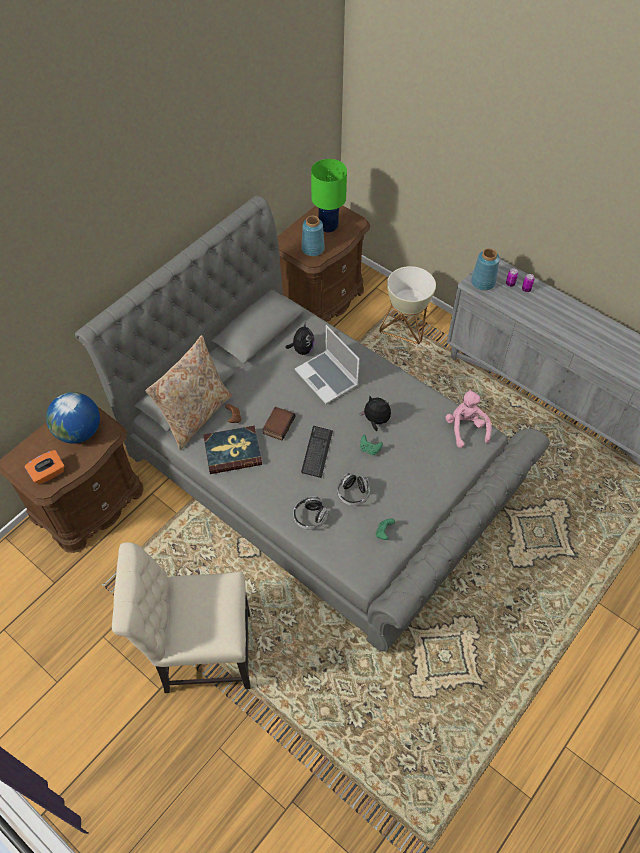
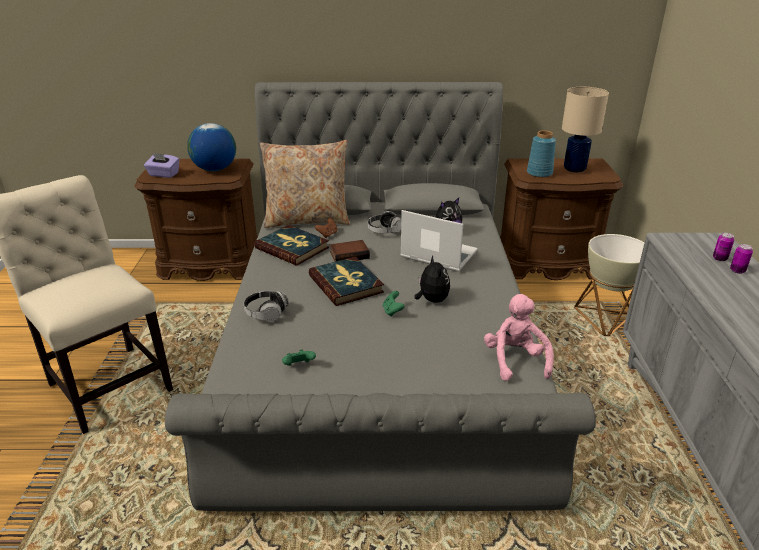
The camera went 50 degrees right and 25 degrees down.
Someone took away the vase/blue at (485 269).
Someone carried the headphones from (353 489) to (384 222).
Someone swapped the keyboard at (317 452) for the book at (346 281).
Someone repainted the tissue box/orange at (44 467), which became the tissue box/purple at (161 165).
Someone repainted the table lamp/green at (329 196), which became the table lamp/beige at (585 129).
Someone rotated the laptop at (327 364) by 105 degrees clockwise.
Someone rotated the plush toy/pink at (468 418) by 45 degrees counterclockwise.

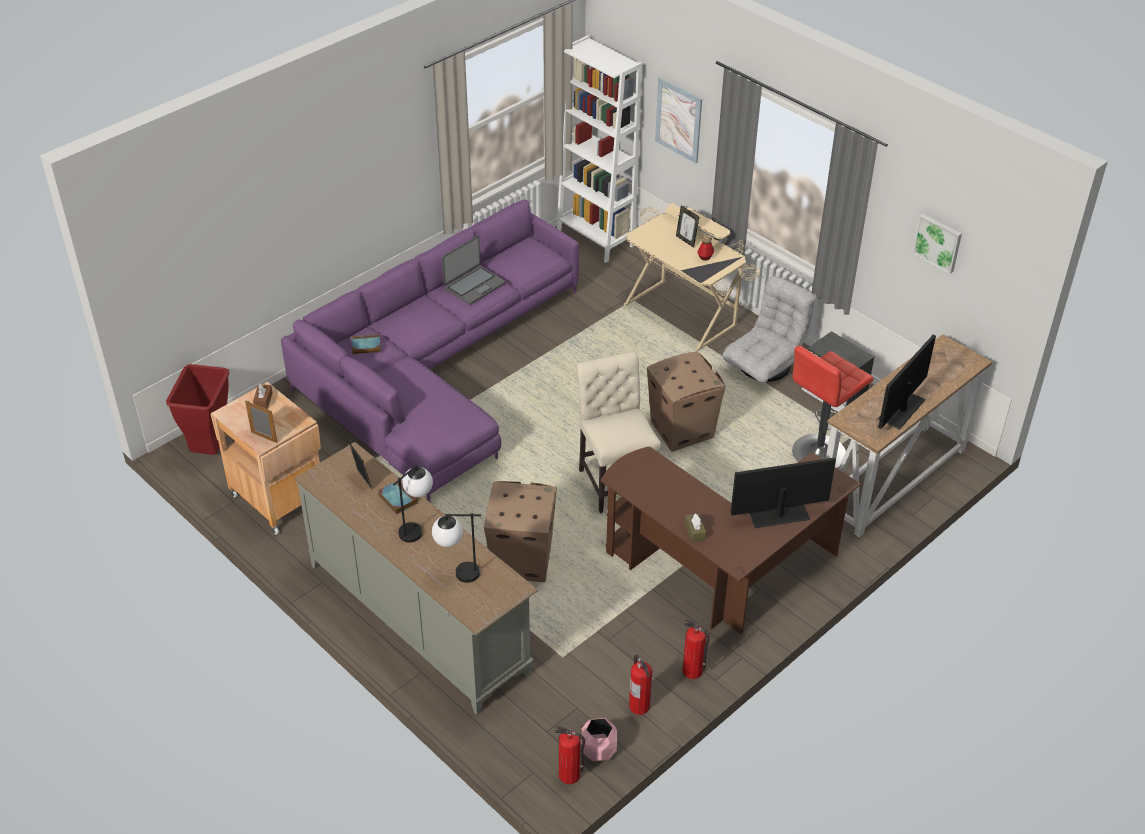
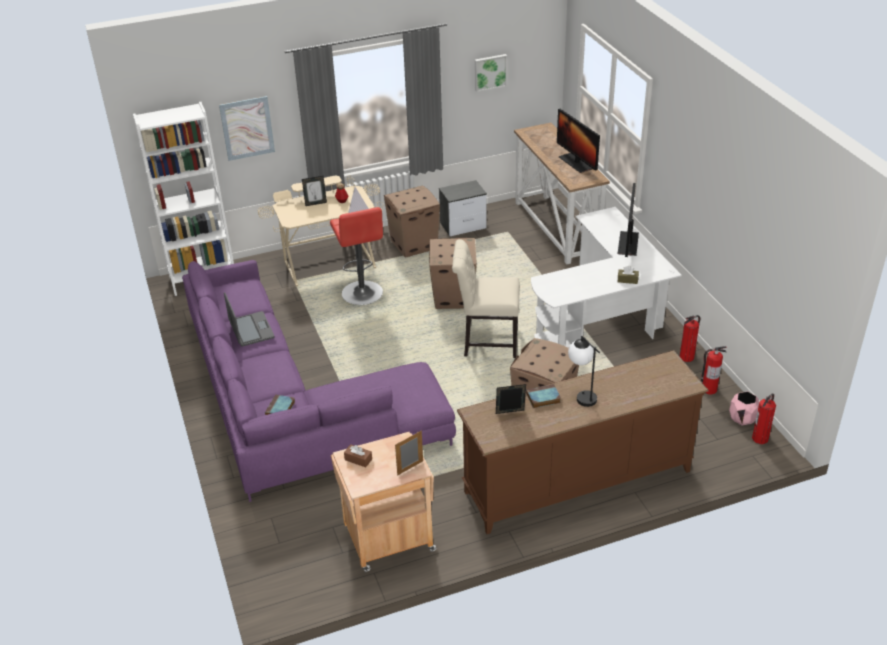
The camera went 65 degrees left and 5 degrees down.
Someone took away the trash can/red at (197 409).
Someone took away the table lamp at (456 548).
Someone carried the stool/red from (832 407) to (356 256).
Someone swapped the armchair/grey at (769 329) for the cardboard box at (412 221).
Someone repainted the cabinet/grey at (416 578), which became the cabinet/brown at (583 442).
Someone repainted the desk/brown at (731 540), which became the desk/white at (606 277).

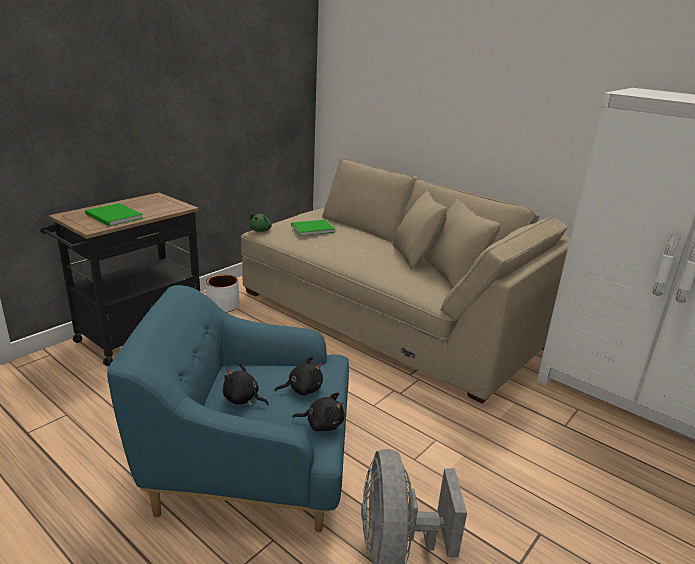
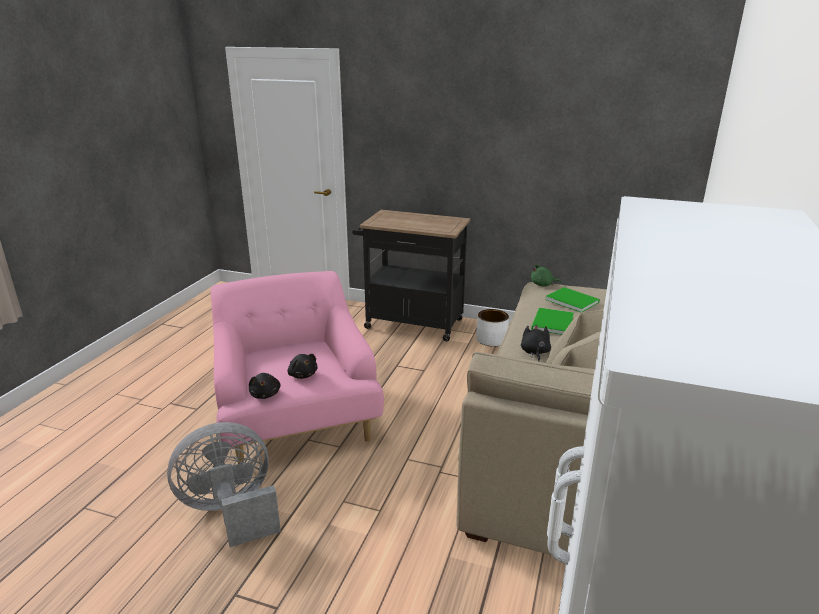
The camera went 70 degrees right and 0 degrees up.
Someone carried the book/green from (114 214) to (552 321).
Someone carried the plush toy/black from (246 384) to (536 343).
Someone repainted the armchair/blue at (228 409), which became the armchair/pink at (297 367).

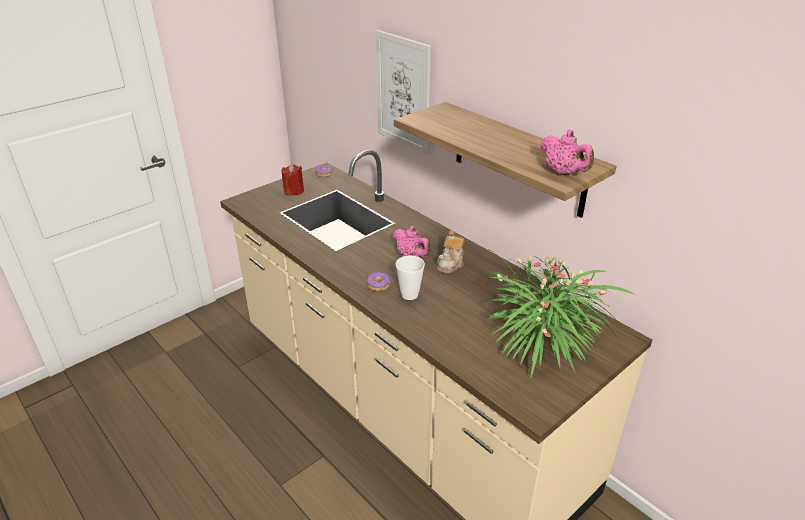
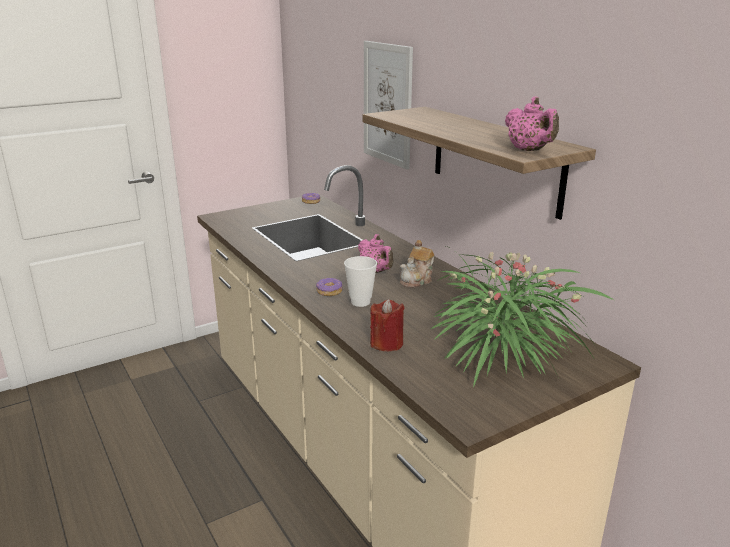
The camera went 10 degrees right and 10 degrees down.
Someone carried the candle/red from (292 180) to (387 325).

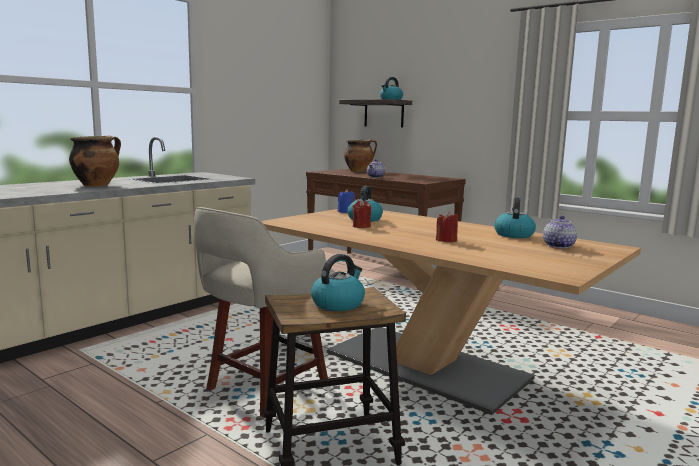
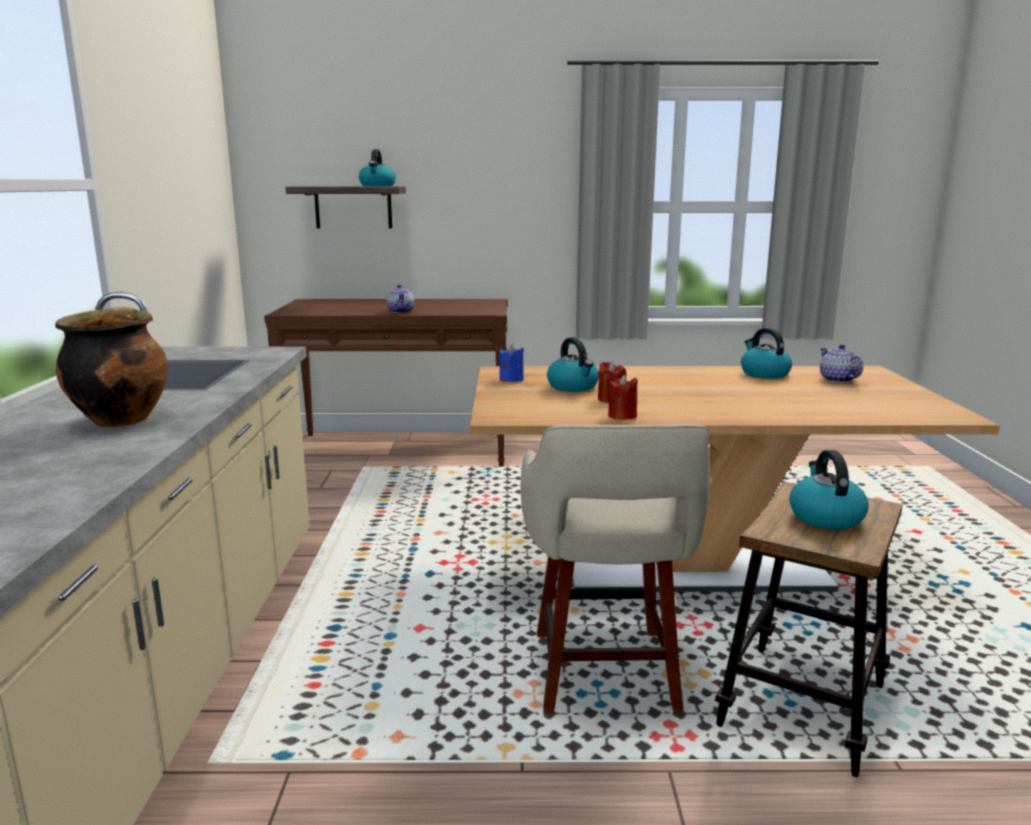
The camera went 40 degrees left and 5 degrees up.
Someone took away the cooking pot at (360 155).
Someone carried the candle/red from (447 226) to (623 397).

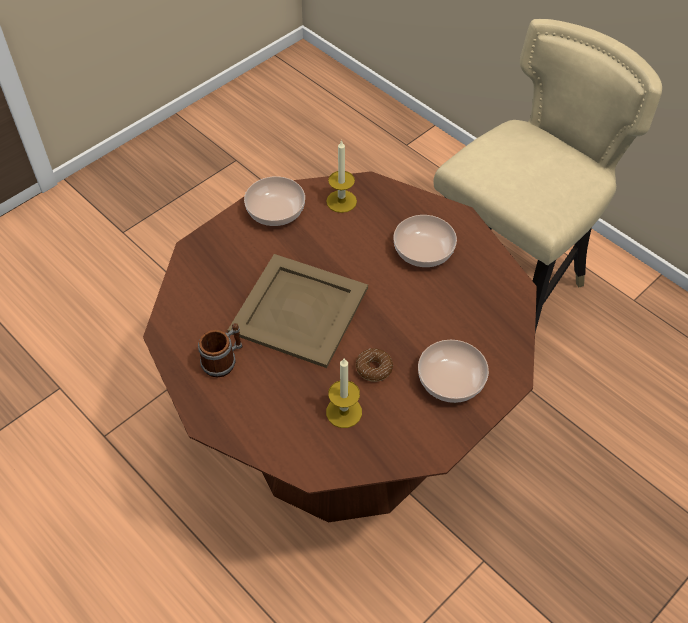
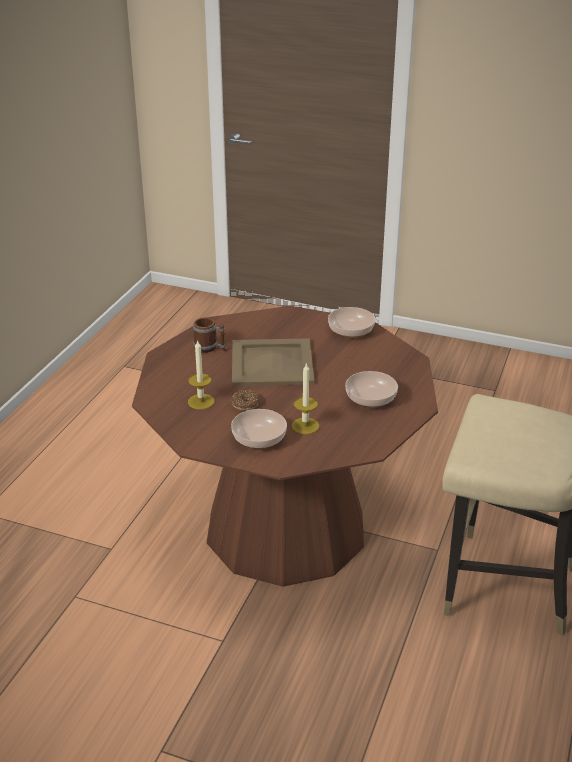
The camera went 65 degrees right and 20 degrees down.
Someone carried the candle from (341 176) to (305 399).

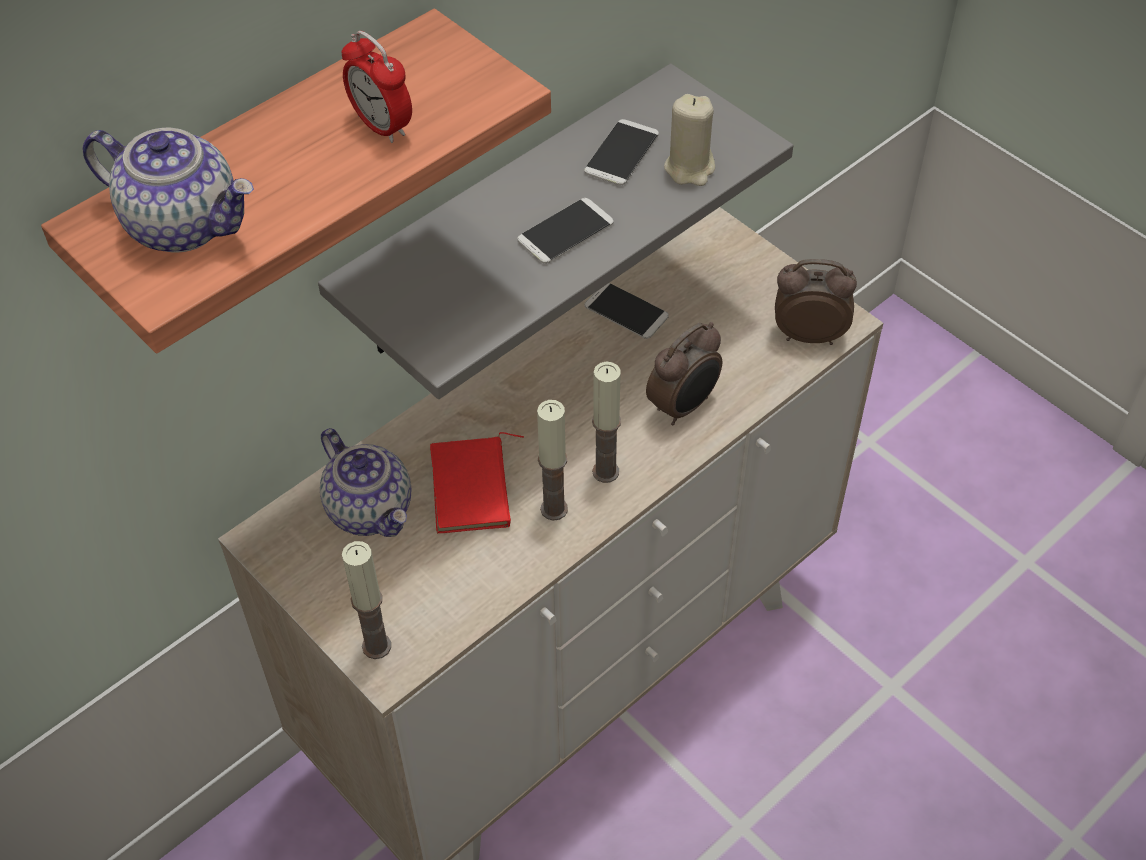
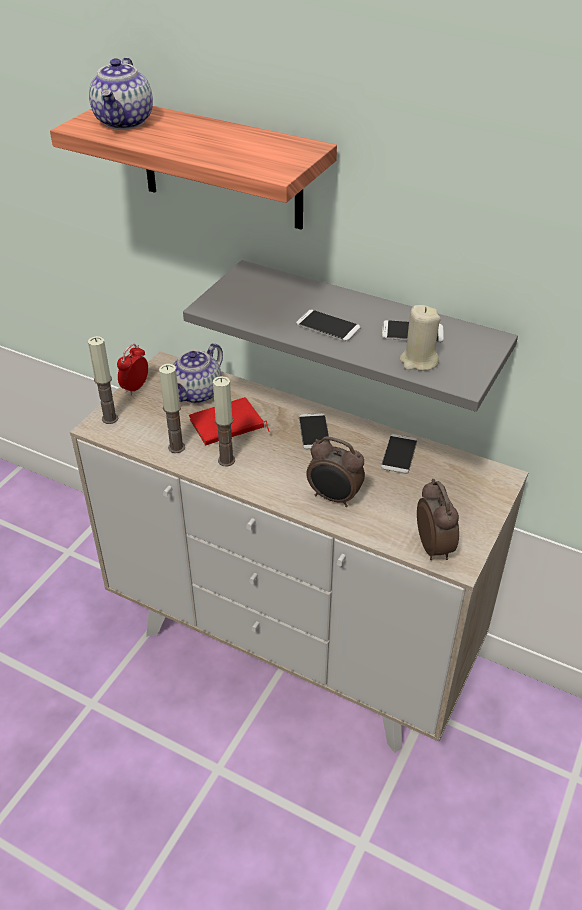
The camera went 70 degrees right and 10 degrees down.
Someone put down the phone at (314 431).
Someone carried the alarm clock from (377 87) to (132 369).
Someone carried the candle from (606 422) to (172 408).

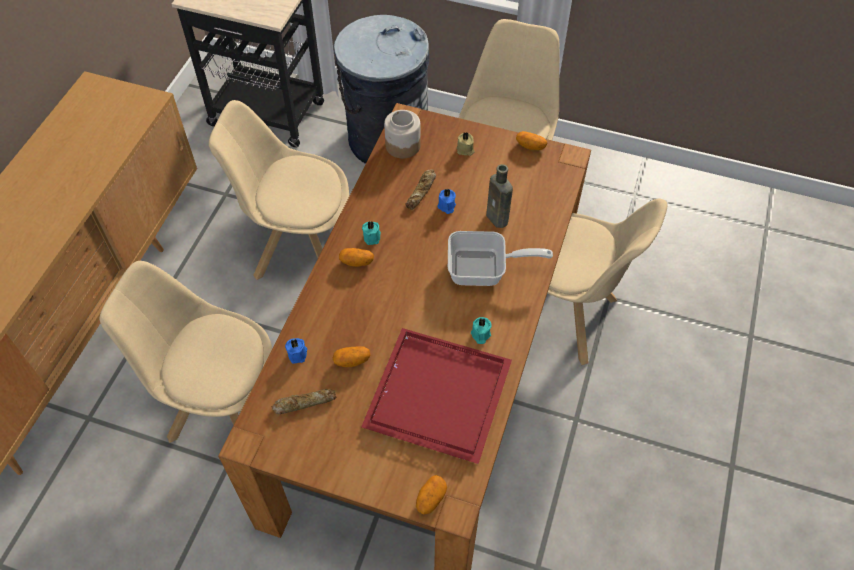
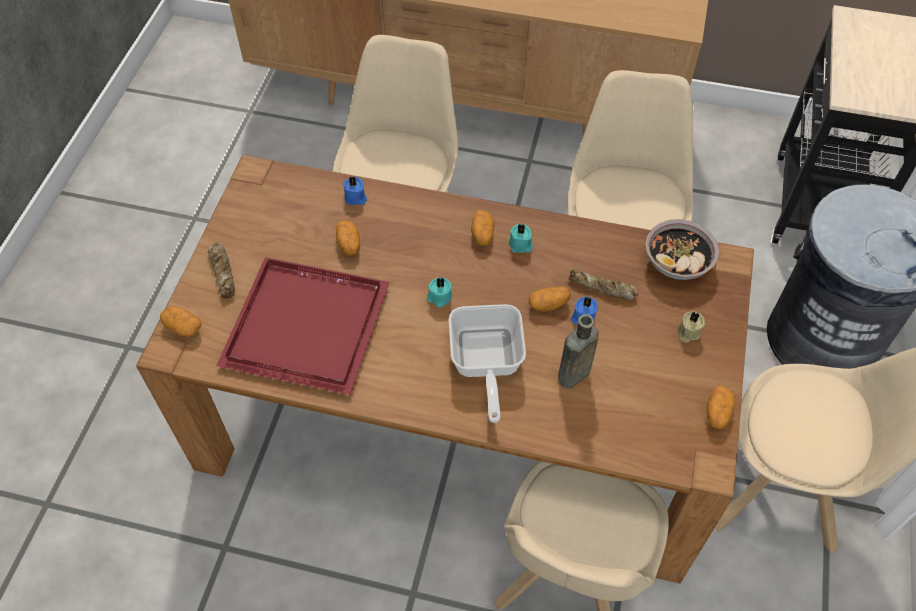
The camera went 85 degrees right and 0 degrees up.
Someone put down the potato at (550 298).
Someone carried the bread from (304 401) to (221 270).
Someone carried the candle/turquoise from (481 330) to (439 292).
Someone swapped the jar at (402 134) for the bowl at (682 249).

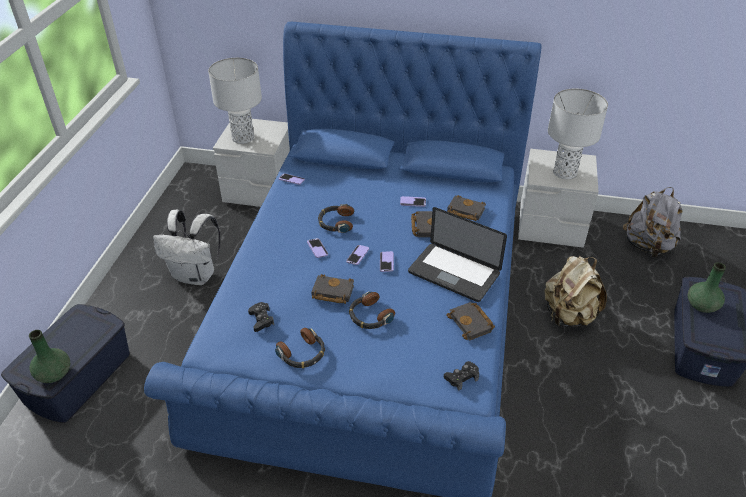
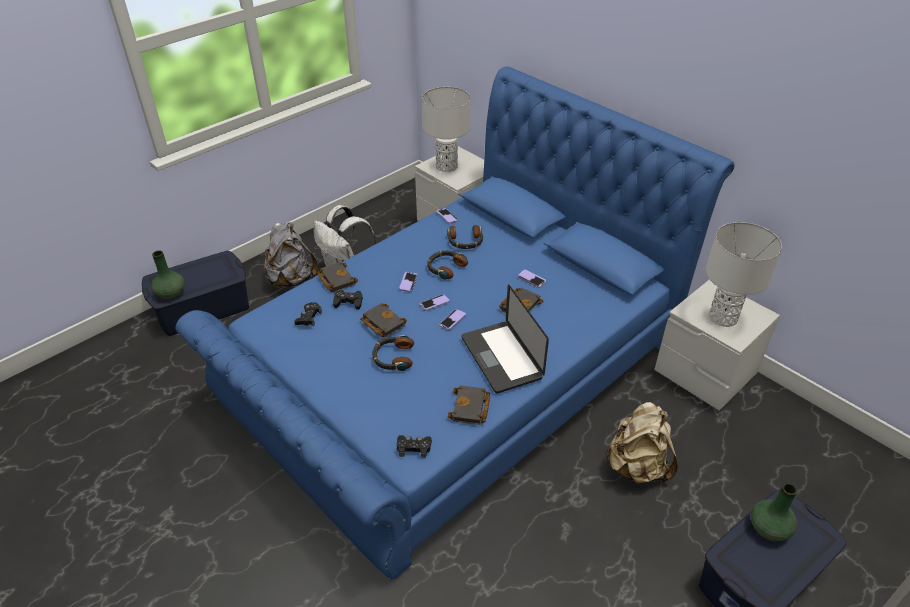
The camera went 35 degrees right and 0 degrees up.
Someone put down the game controller/black at (348 300).
Someone carried the headphones from (300 348) to (465 237).
Someone carried the book/black from (466 208) to (337 277).
Someone carried the backpack/grey from (652 222) to (291 254).

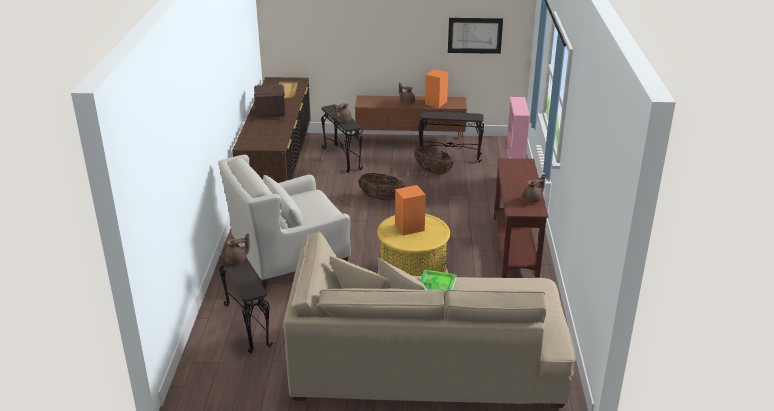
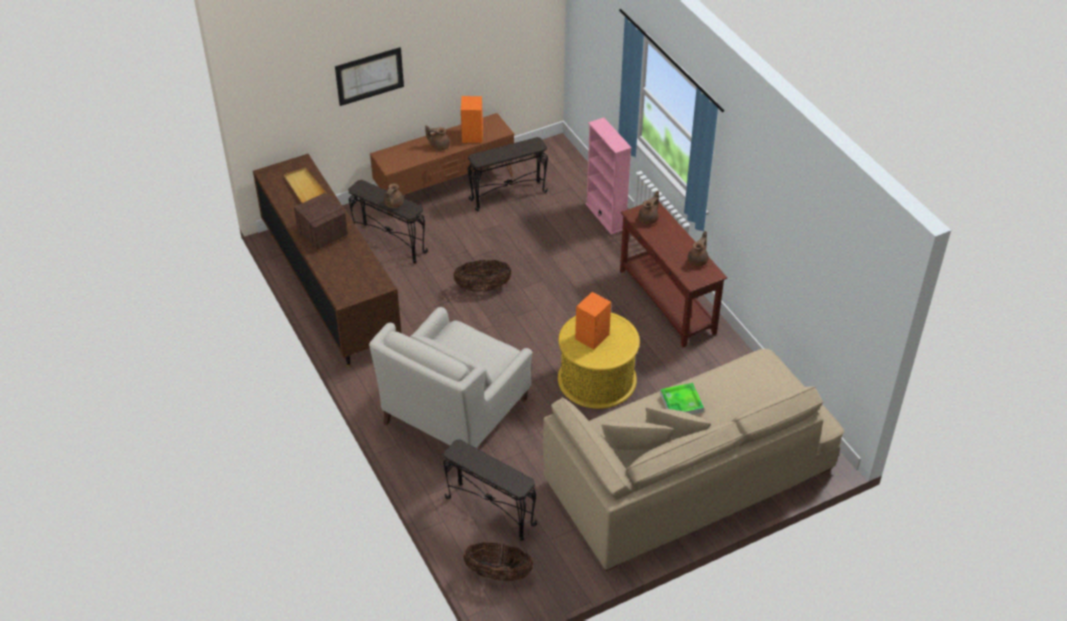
The camera went 30 degrees left and 15 degrees up.
Someone carried the teapot/brown from (237 249) to (648 207).
Someone carried the basket from (434 160) to (498 561).
Someone carried the picture from (475 36) to (369 76).

